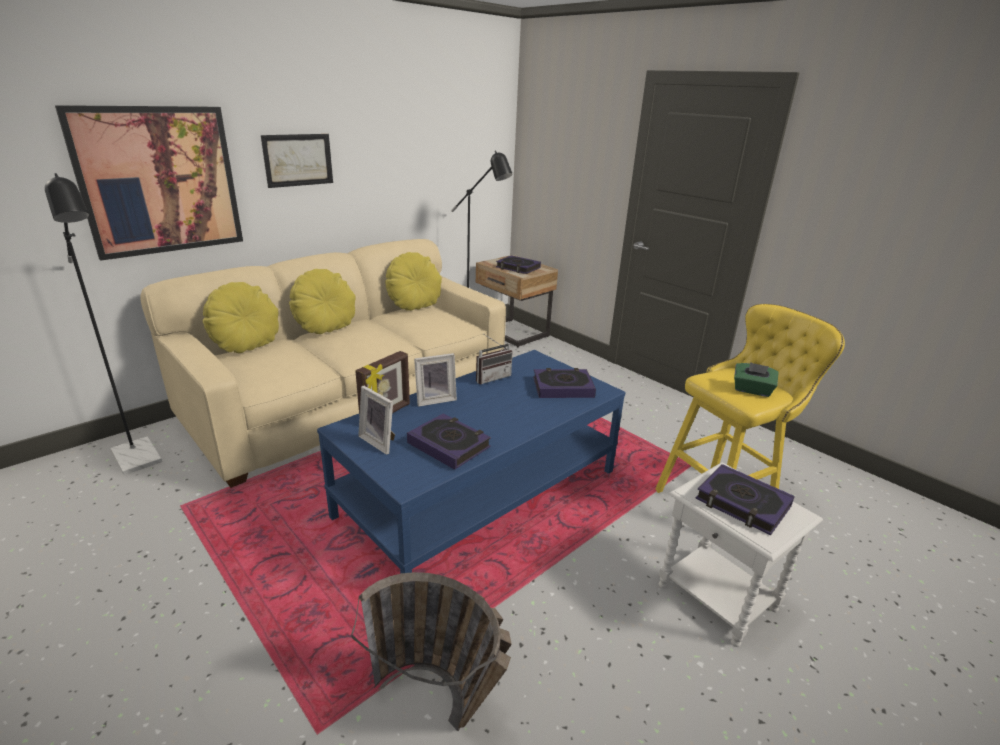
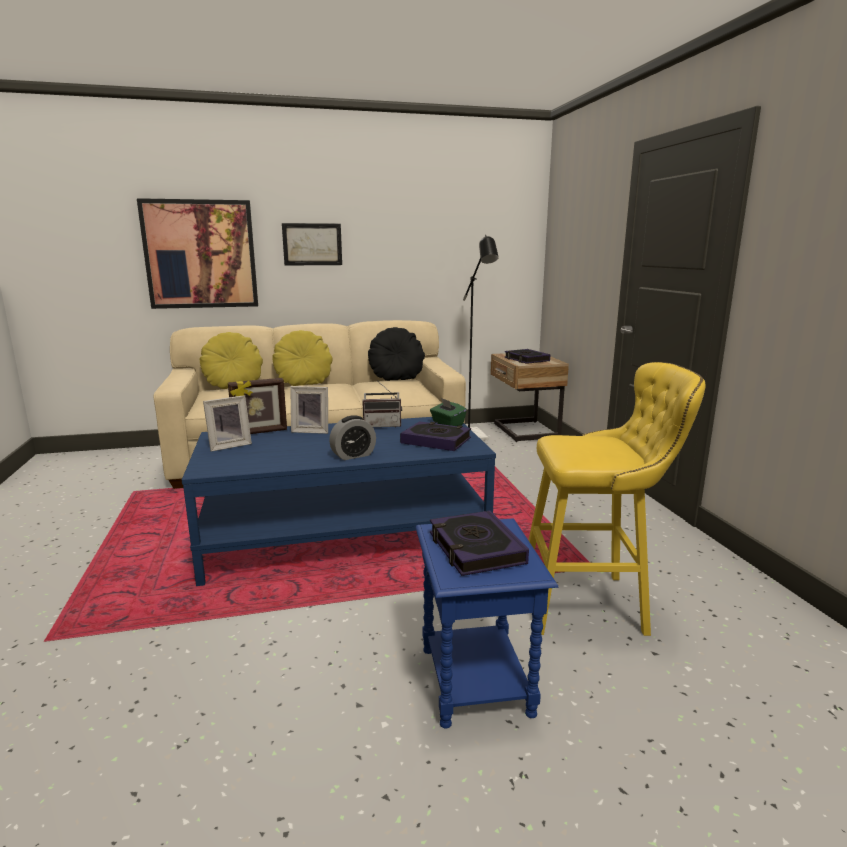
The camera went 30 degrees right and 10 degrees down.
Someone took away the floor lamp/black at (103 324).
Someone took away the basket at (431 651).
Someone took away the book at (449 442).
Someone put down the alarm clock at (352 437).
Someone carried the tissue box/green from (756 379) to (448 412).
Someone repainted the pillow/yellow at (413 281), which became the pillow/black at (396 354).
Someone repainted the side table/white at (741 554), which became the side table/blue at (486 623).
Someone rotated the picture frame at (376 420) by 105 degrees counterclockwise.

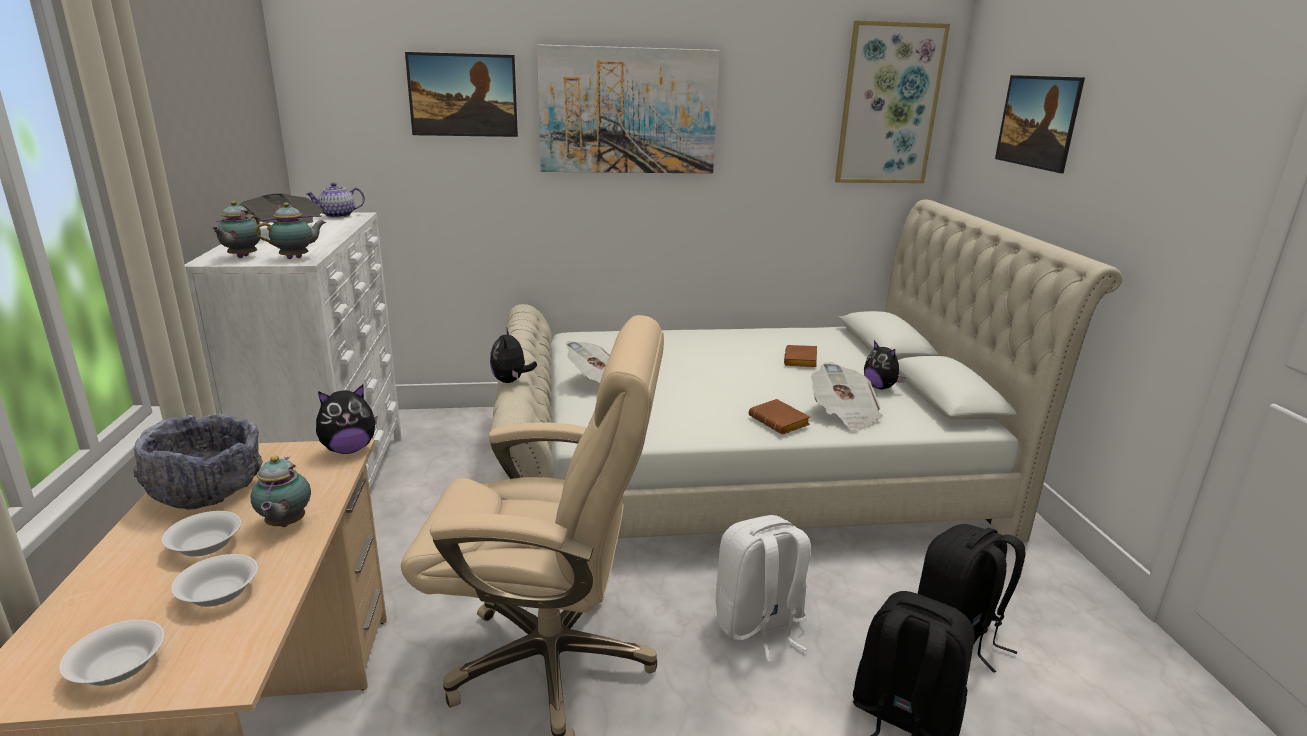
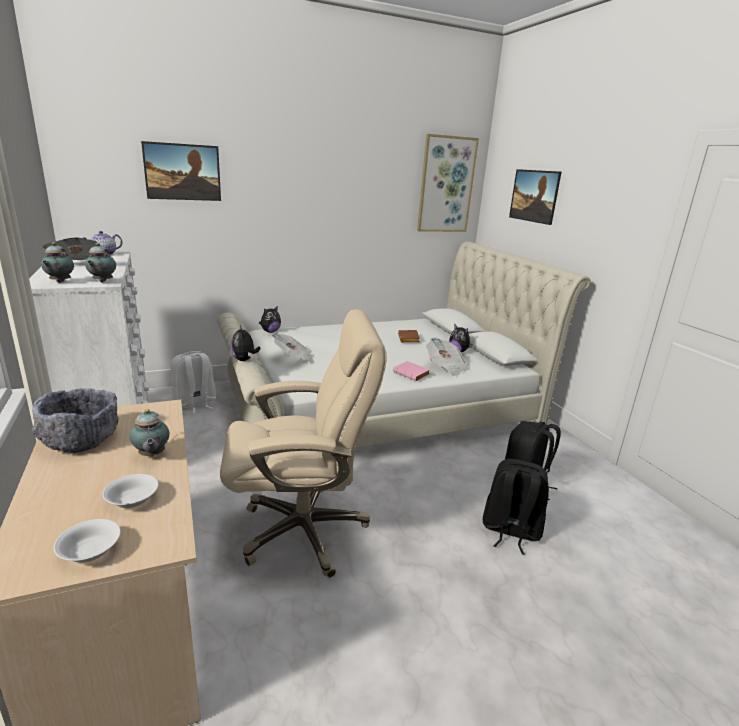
The camera went 15 degrees left and 0 degrees up.
Someone took away the bowl/white at (201 534).
Someone took away the picture at (628 108).
Someone carried the plush toy from (346 419) to (270 319).
Someone carried the backpack/white from (763 588) to (193 382).
Someone repainted the book/brown at (779 417), which became the book/pink at (411 371).
Someone rotated the teapot at (290 231) by 135 degrees clockwise.

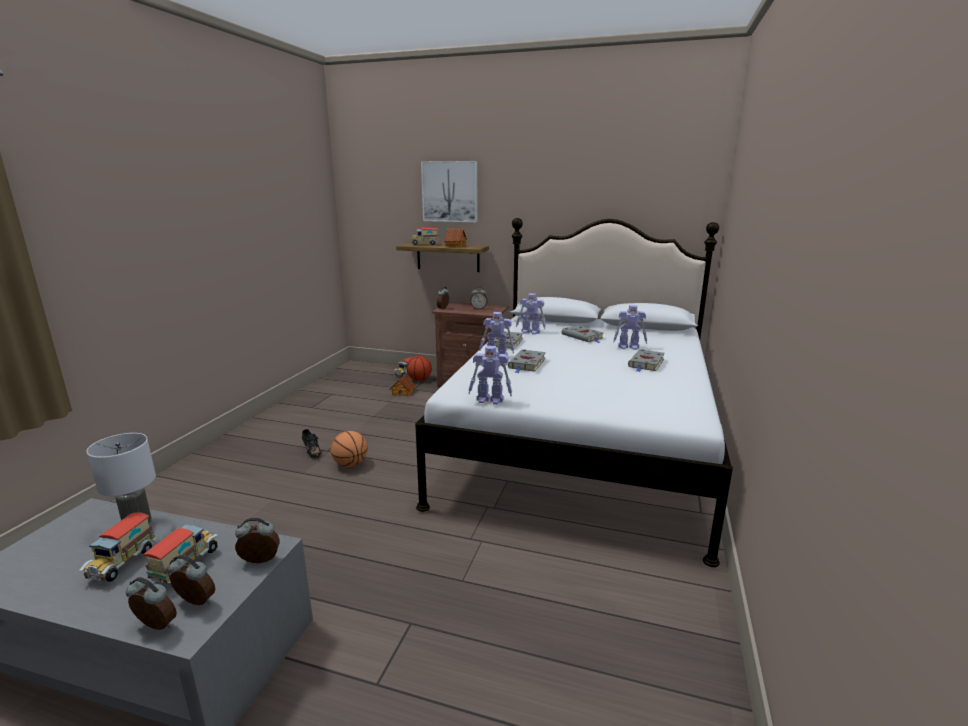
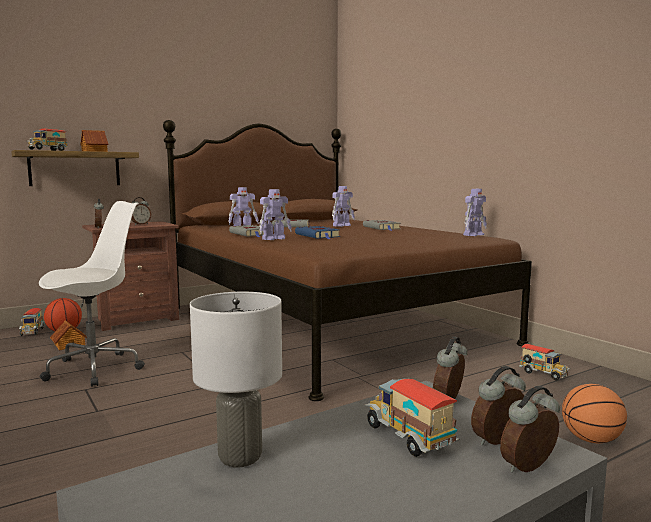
The camera went 50 degrees left and 10 degrees down.
Someone took away the shoe/black at (311 443).
Someone took away the picture at (449 191).
Someone put down the office chair/white at (92 294).
Someone carried the toy truck from (118 547) to (544 362).
Someone carried the basketball from (349 449) to (594 413).
Someone carried the toy robot from (490 375) to (475 212).
Someone repainted the bed/white at (574 392), which became the bed/brown at (347 260).
Someone repainted the book/grey at (527 361), which became the book/blue at (317 232).

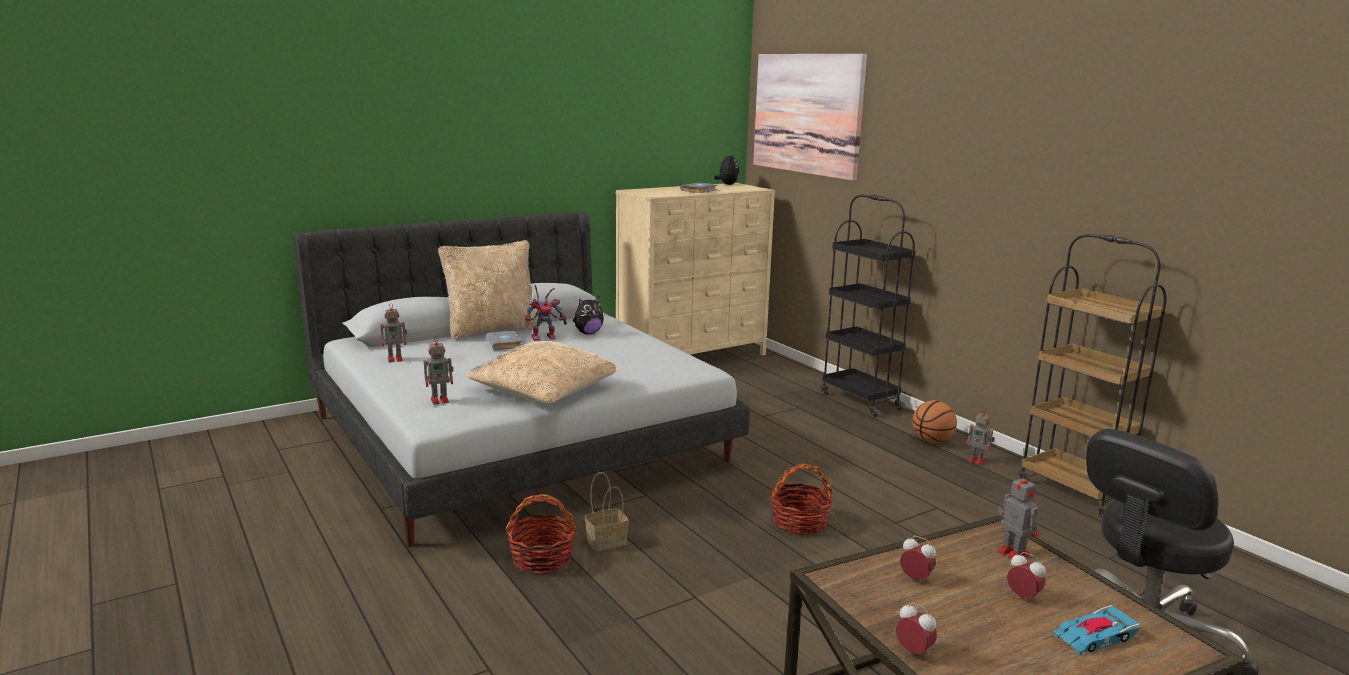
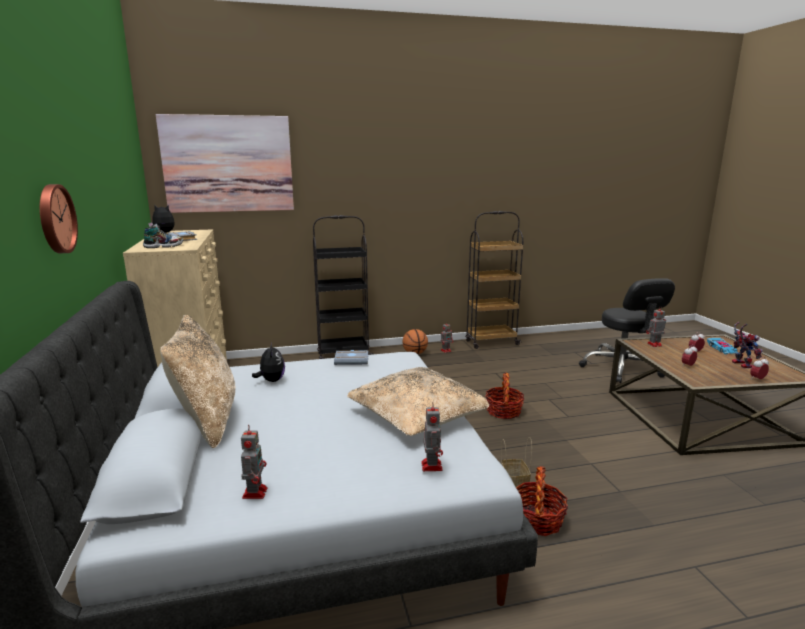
The camera went 70 degrees left and 0 degrees up.
Someone put up the wall clock at (59 218).
Someone put down the shoe at (163 235).
Someone carried the book/grey from (504 340) to (351 357).
Someone carried the toy robot from (546 313) to (747 345).

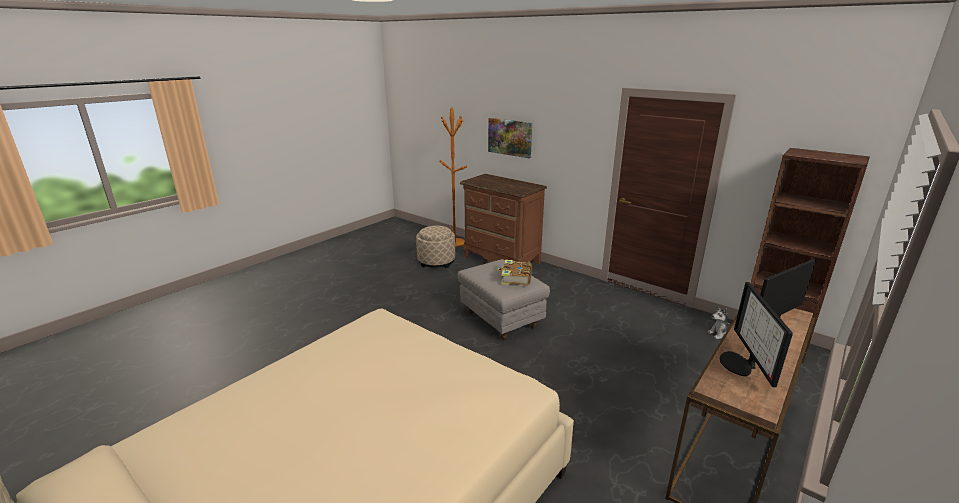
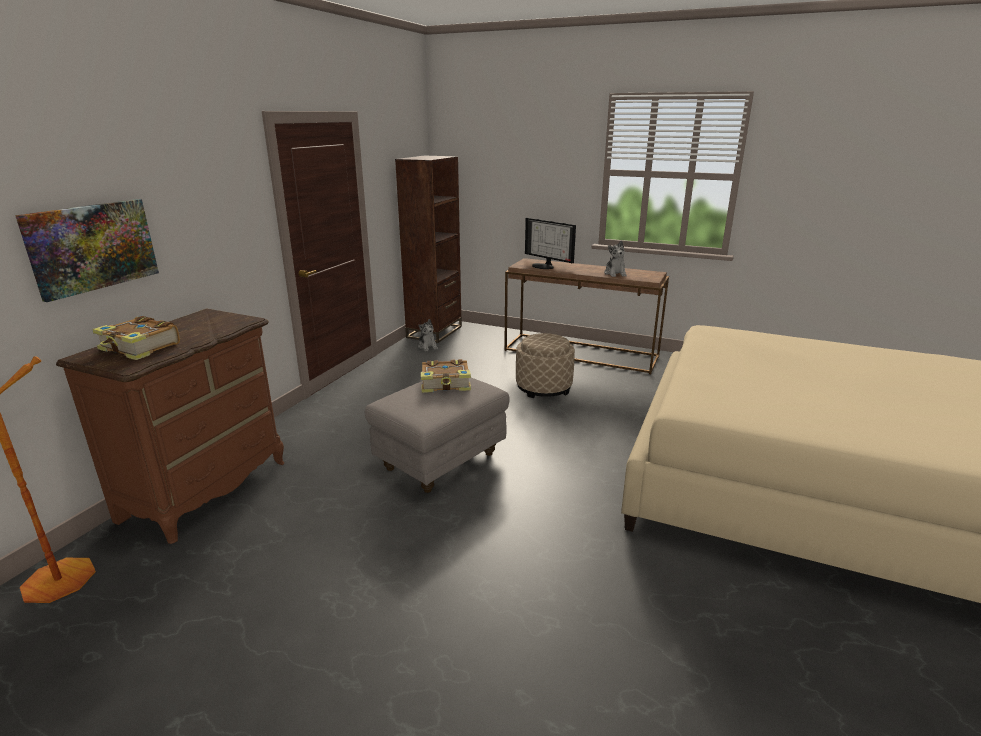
The camera went 105 degrees left and 0 degrees up.
Someone put down the book at (136 338).
Someone carried the ottoman/beige from (435 247) to (545 365).
Someone swapped the monitor at (756 334) for the plush toy at (615 258).

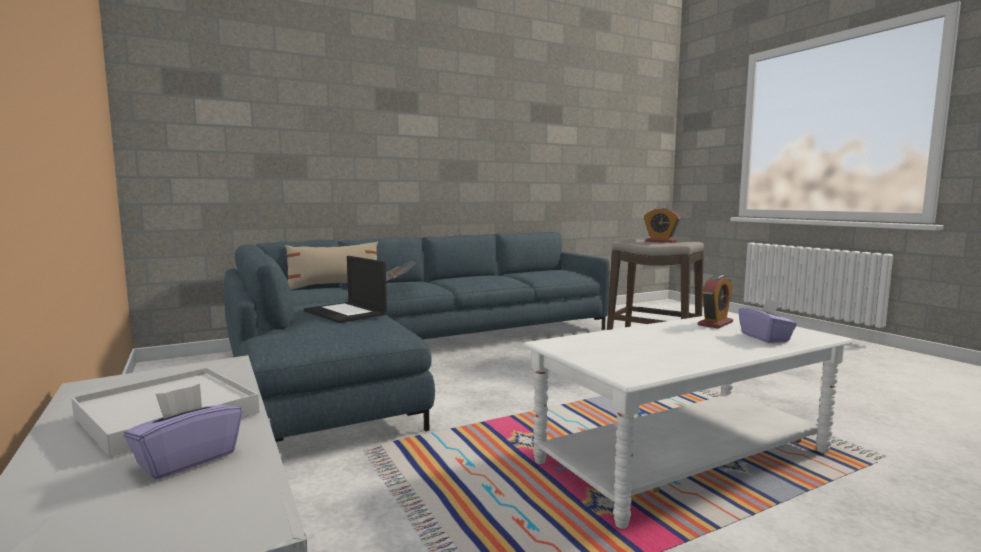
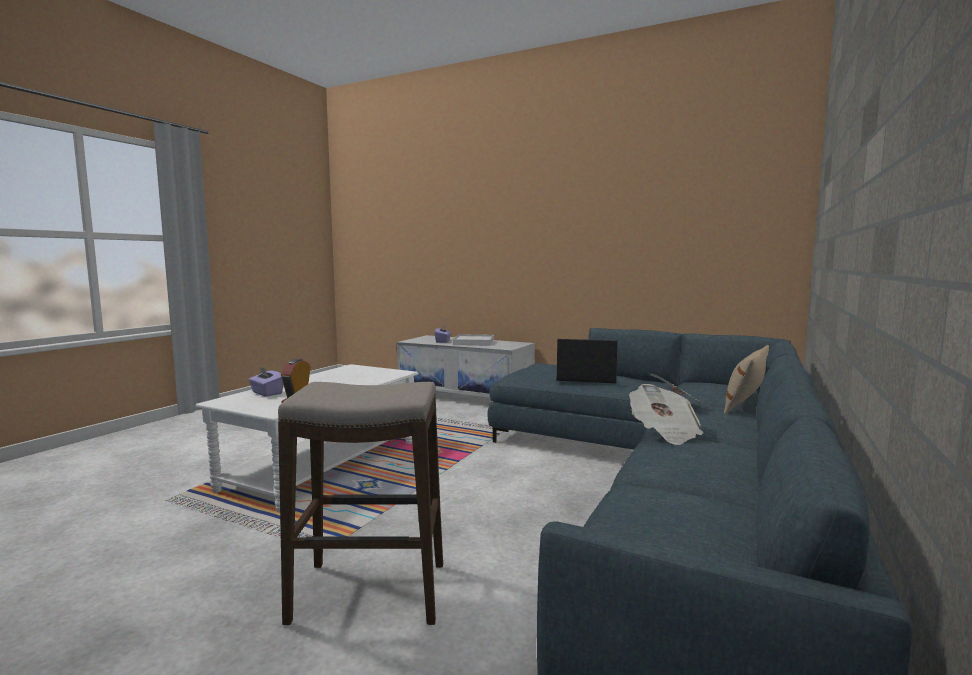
The camera went 145 degrees right and 0 degrees up.
Someone took away the alarm clock at (662 225).
Someone put down the newspaper at (666 414).

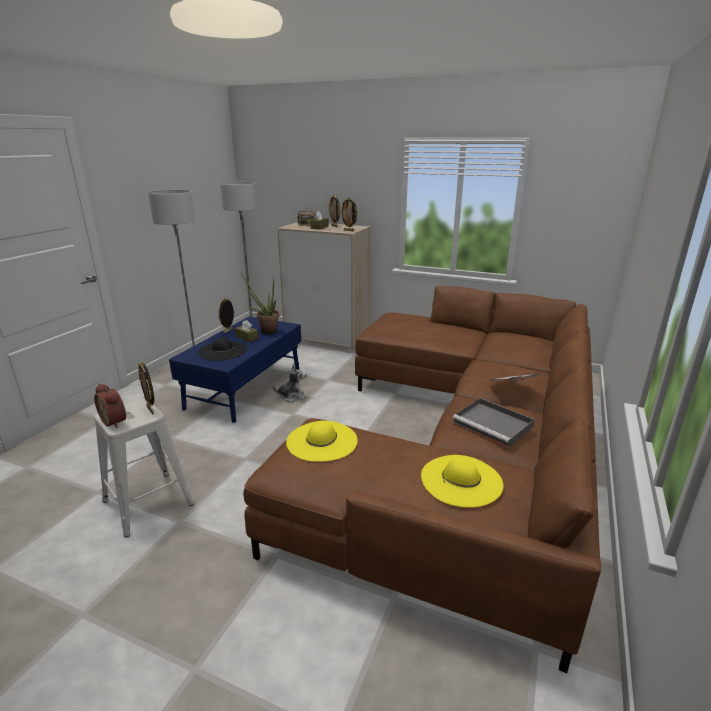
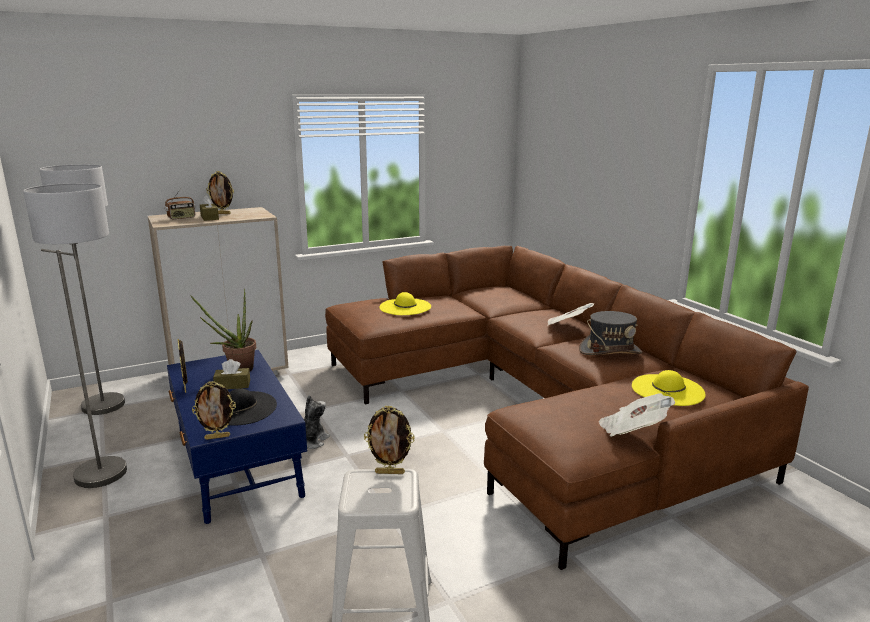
The camera went 50 degrees left and 5 degrees down.
Someone took away the alarm clock at (110 406).
Someone put down the newspaper at (637 415).
Someone carried the hat/yellow from (321 441) to (405 303).
Someone carried the picture frame from (349 214) to (214 410).
Someone swapped the tray/grey at (494 422) for the hat/grey at (610 333).

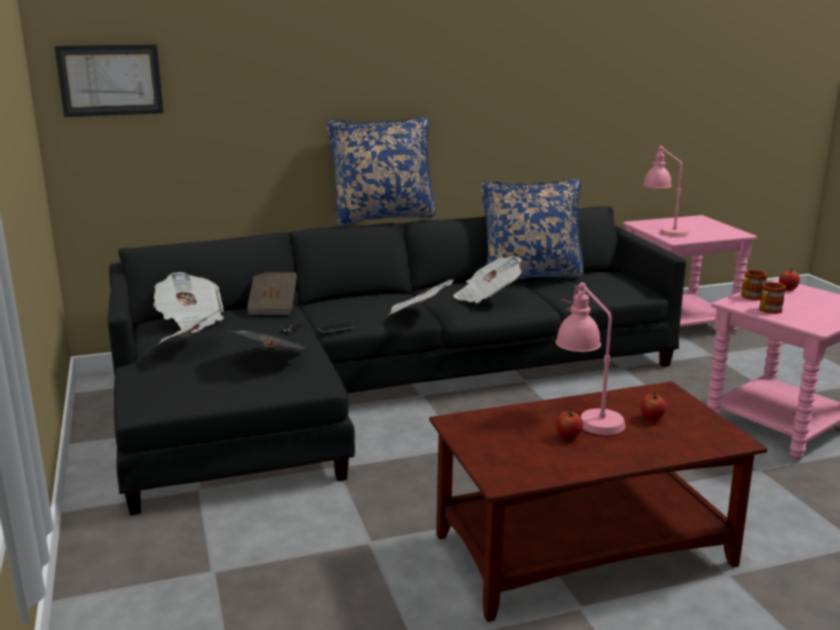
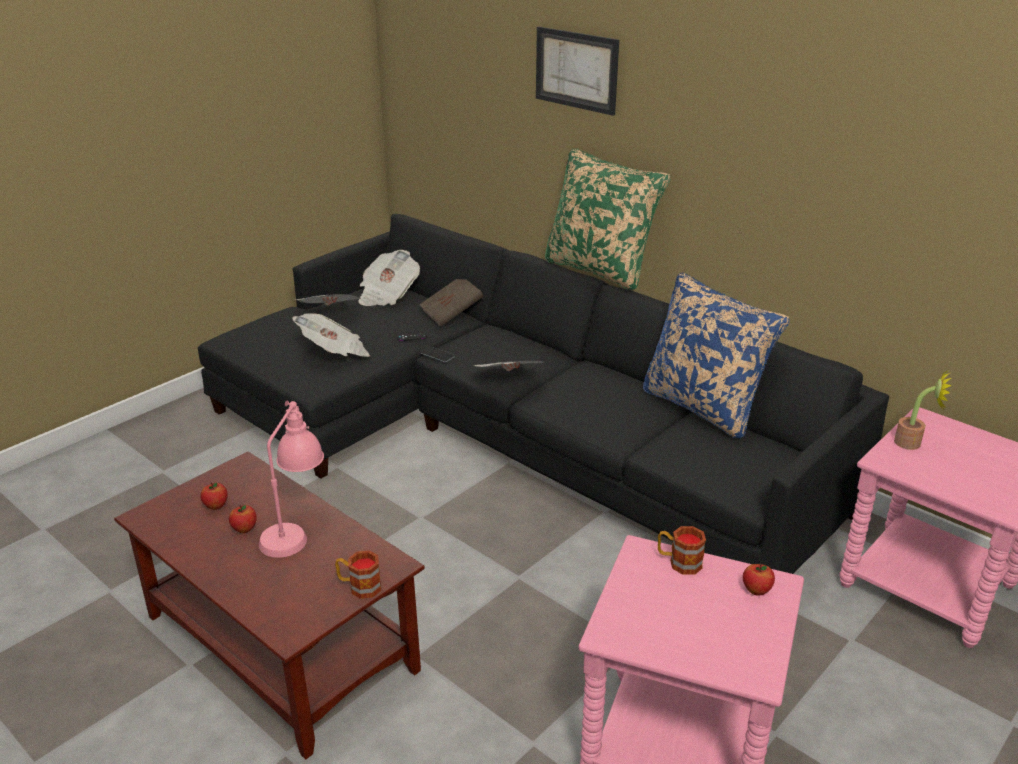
The camera went 60 degrees right and 10 degrees up.
Someone took away the newspaper at (488 279).
Someone carried the picture from (109 80) to (577 71).
Someone carried the apple from (653 406) to (214 496).
Someone carried the mug from (772 298) to (358 575).
Someone swapped the table lamp/pink at (666 191) for the potted plant at (923 410).
Someone repainted the pillow/blue at (381 171), which became the pillow/green at (608 219).

